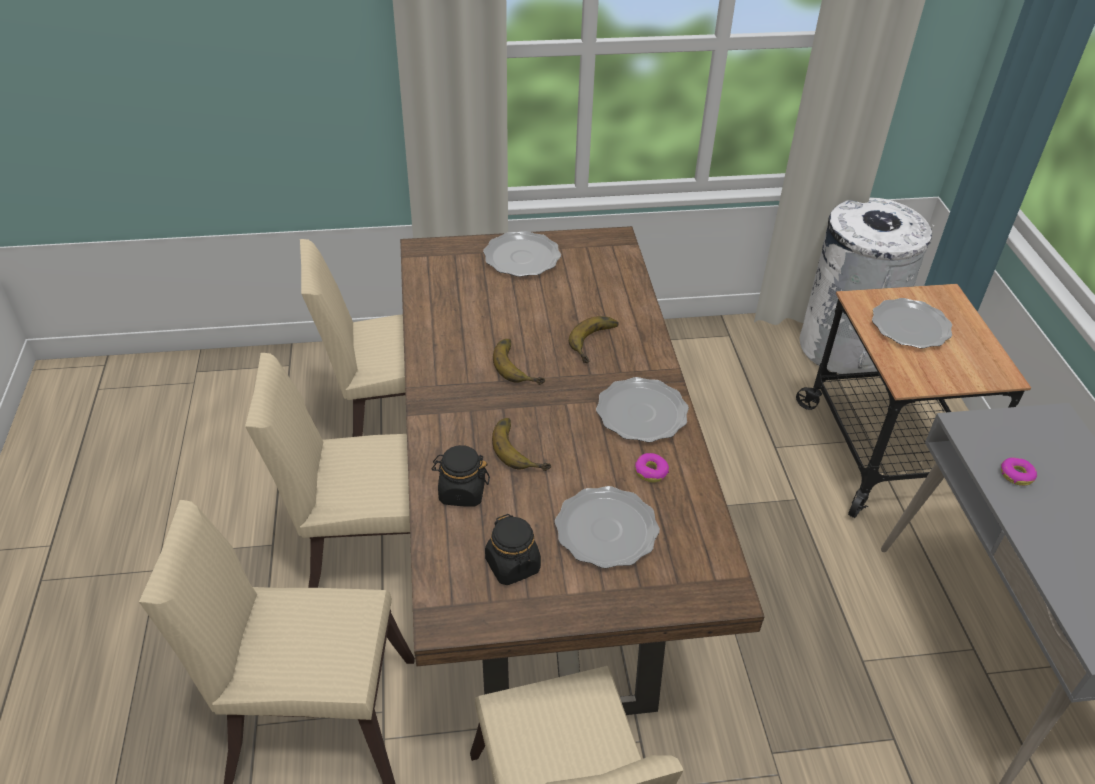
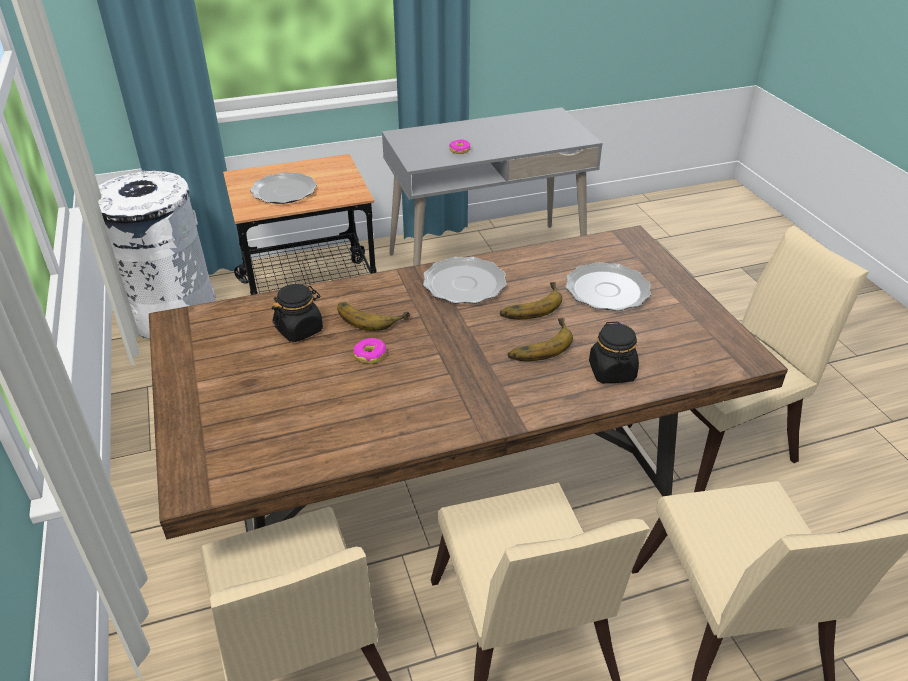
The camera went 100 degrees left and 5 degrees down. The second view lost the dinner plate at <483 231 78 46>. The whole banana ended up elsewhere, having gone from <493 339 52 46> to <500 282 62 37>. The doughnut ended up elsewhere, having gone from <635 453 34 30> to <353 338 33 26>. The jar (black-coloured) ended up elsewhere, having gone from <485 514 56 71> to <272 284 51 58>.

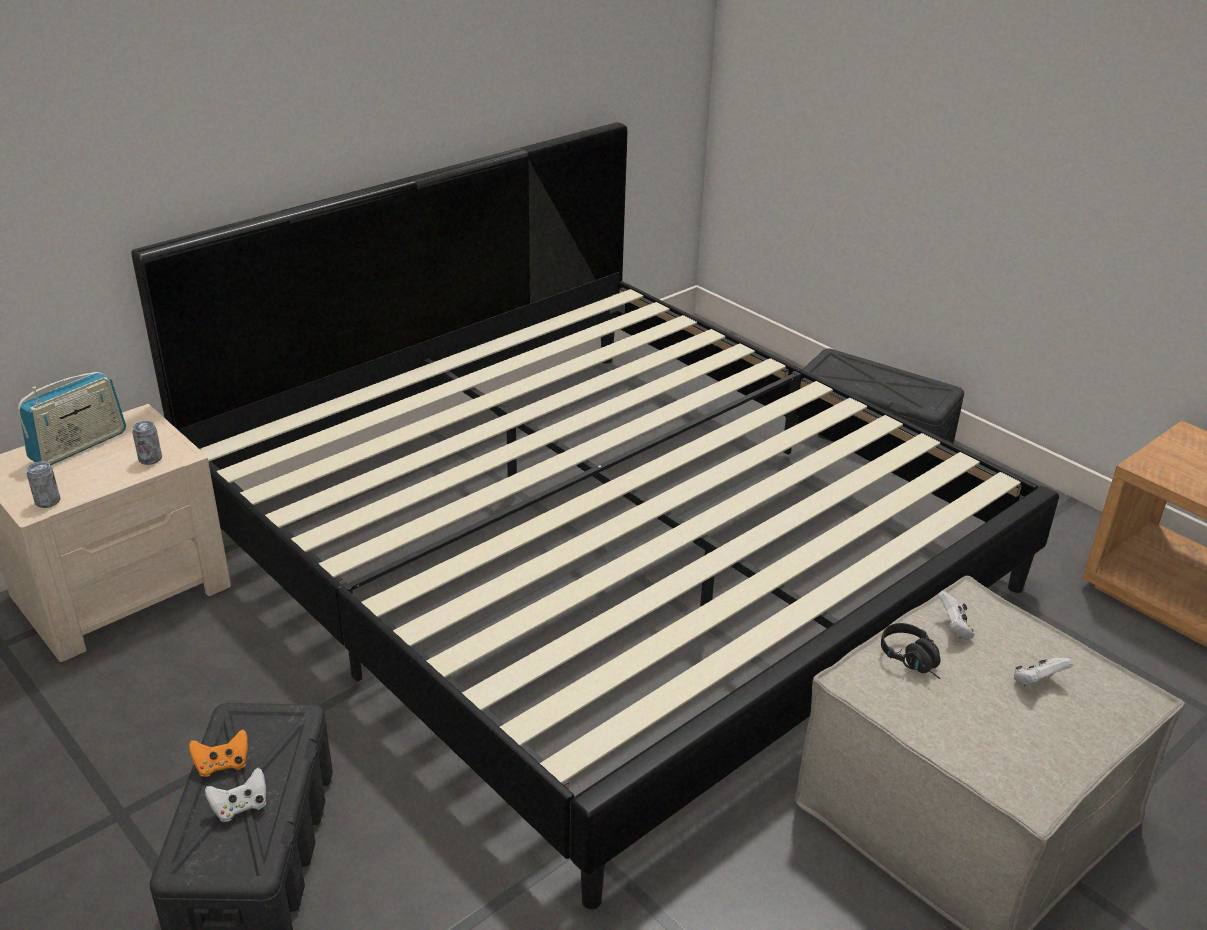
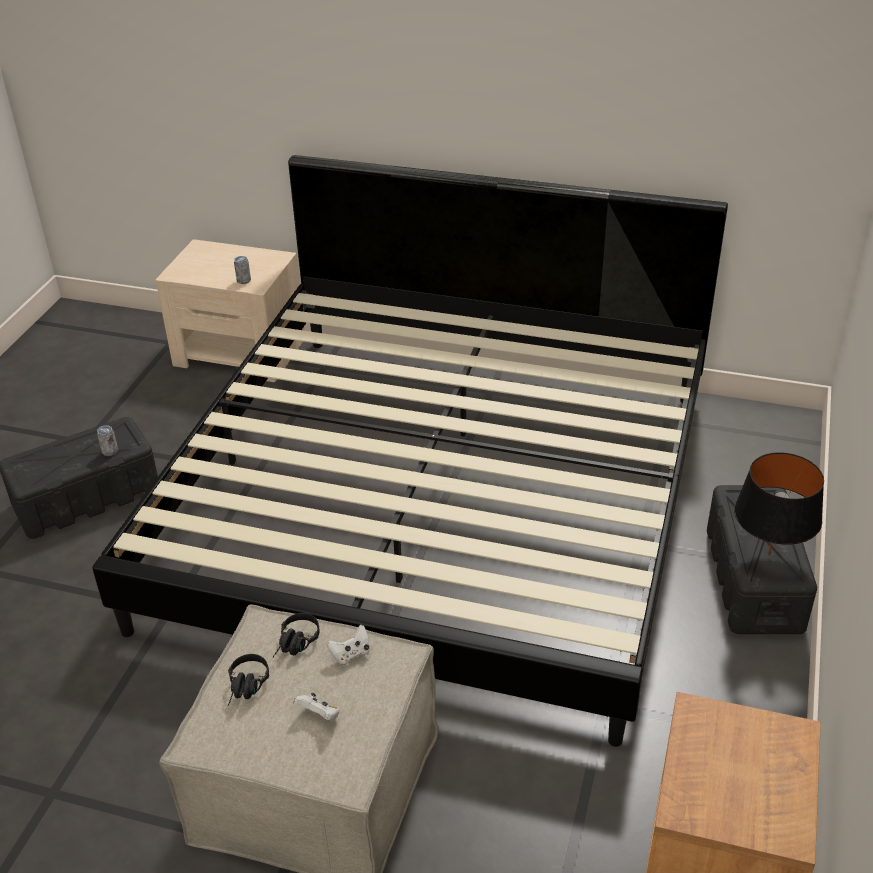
The camera went 60 degrees right and 5 degrees up. The second view lost the radio set at <18 372 108 94>. The sealed can ended up elsewhere, having gone from <27 462 33 46> to <97 425 21 31>. The second view lost the game controller (orange-coloured) at <189 729 59 48>. The second view lost the game controller (white-coloured) at <205 768 61 54>. The second view gained the lamp for a table (black-coloured) at <734 452 90 104>. The second view gained the headphones (black-coloured) at <228 654 41 52>.

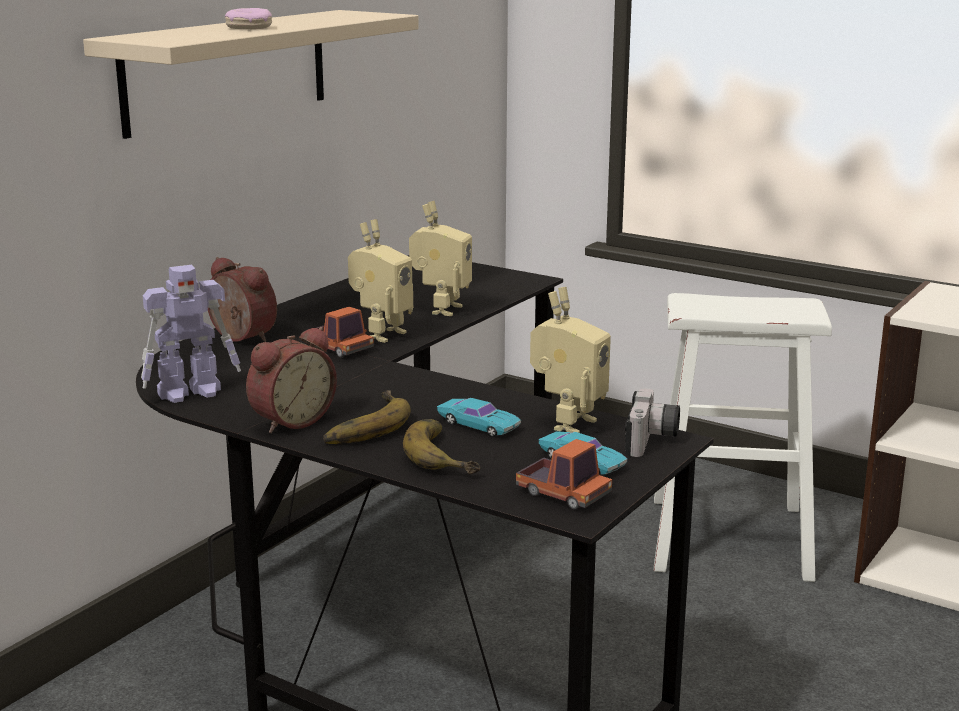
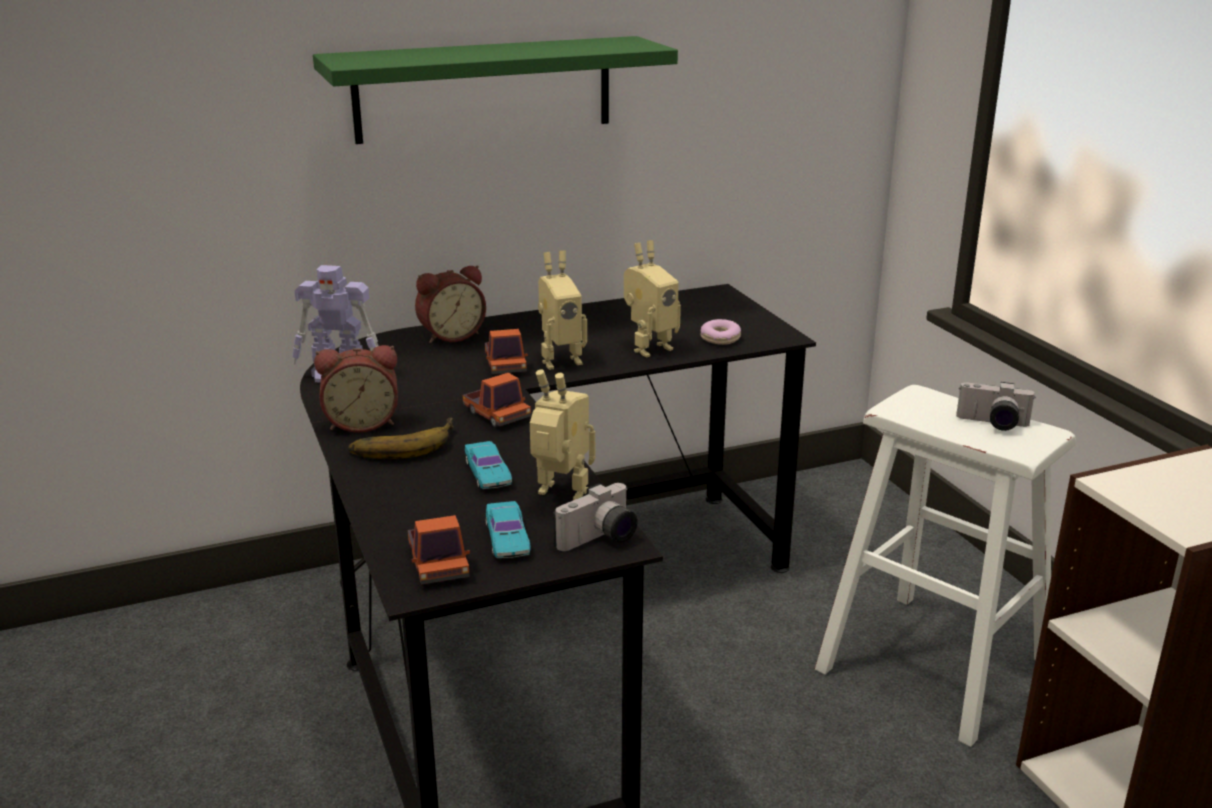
The camera went 35 degrees right and 5 degrees up. The doughnut ended up elsewhere, having gone from <225 8 47 21> to <701 319 40 26>. What was the shelf (sand-coloured) at <83 10 336 129> turned into the shelf (greenish) at <313 36 365 108>. The bedside clock at <208 257 69 85> ended up facing another way, 75 degrees clockwise from before. The model robot at <530 287 81 146> ended up facing another way, 135 degrees counterclockwise from before. The second view lost the whole banana at <403 419 77 56>. The second view gained the toy truck at <463 373 68 54>. The second view gained the photo camera at <956 382 80 49>.

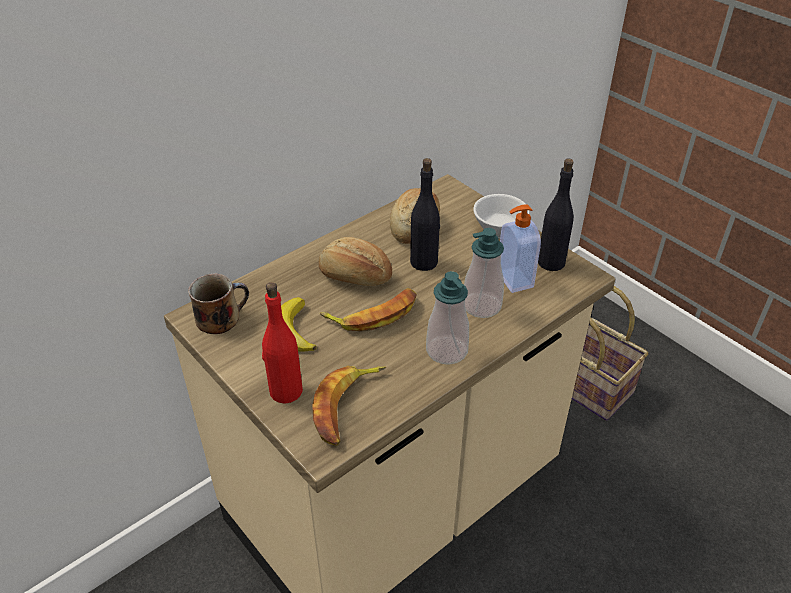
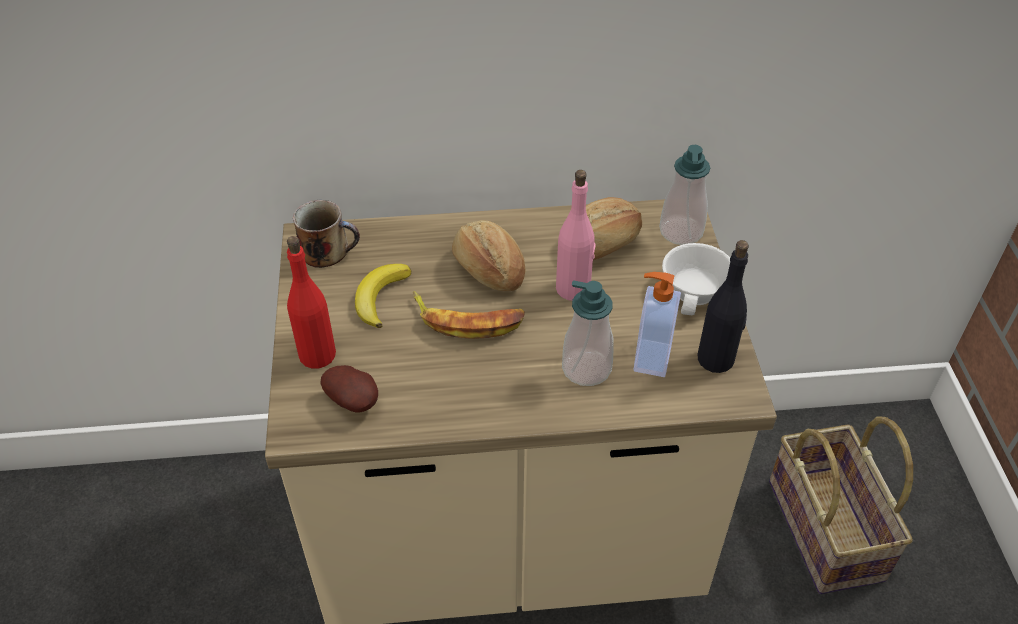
The camera went 35 degrees right and 5 degrees up. What was the beverage bottle (black-coloured) at <410 158 30 113> turned into the beverage bottle (pink) at <556 170 40 131>. The soap bottle ended up elsewhere, having gone from <426 271 43 94> to <659 145 51 100>. Where the whole banana stood at <312 366 74 80>, the spud came to stand at <320 365 58 47>.

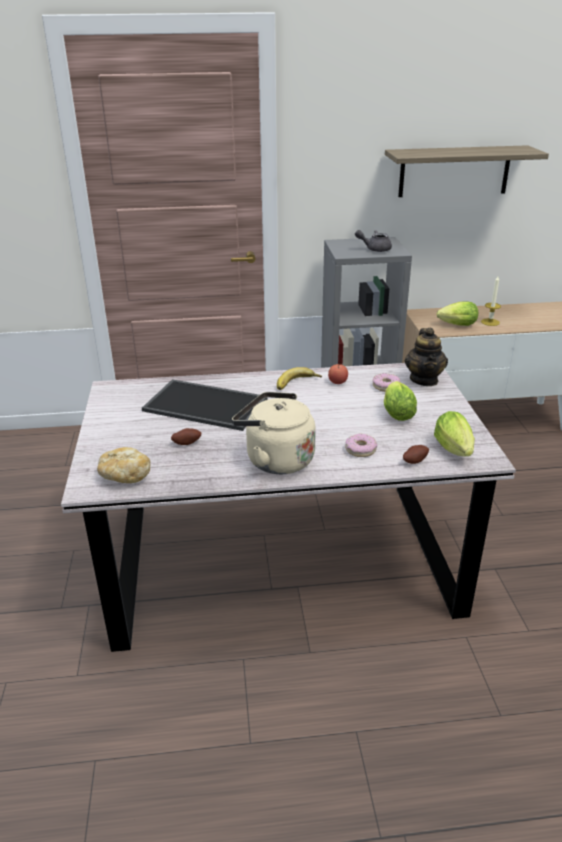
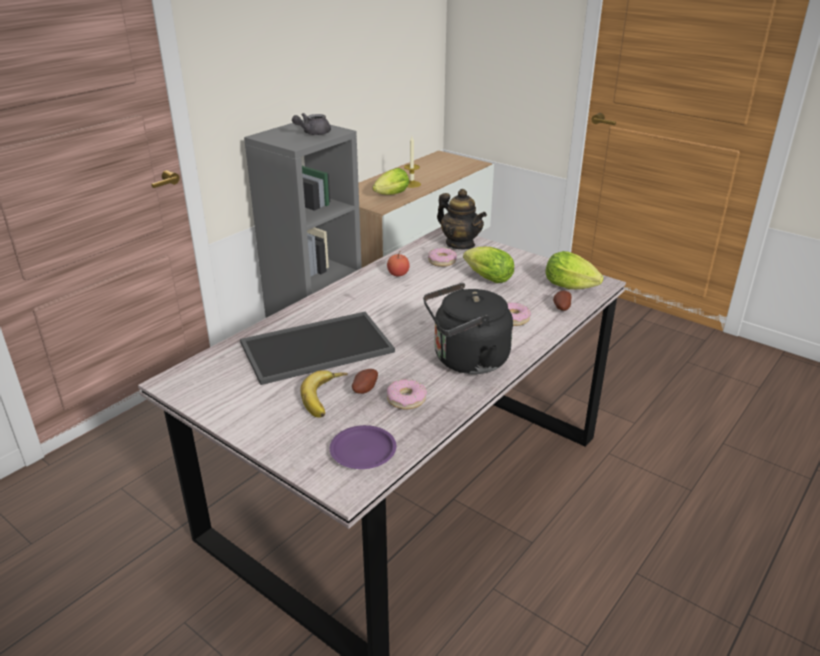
The camera went 45 degrees left and 0 degrees up. The second view lost the shelf at <385 145 164 52>. The whole banana ended up elsewhere, having gone from <277 367 45 23> to <300 370 48 47>. What was the tea kettle (sand-coloured) at <232 392 84 82> turned into the tea kettle (black-coloured) at <423 283 90 91>. Where the bread stood at <97 447 53 36>, the dinner plate (purplish) came to stand at <330 425 66 44>. The second view gained the doughnut at <387 379 40 30>.

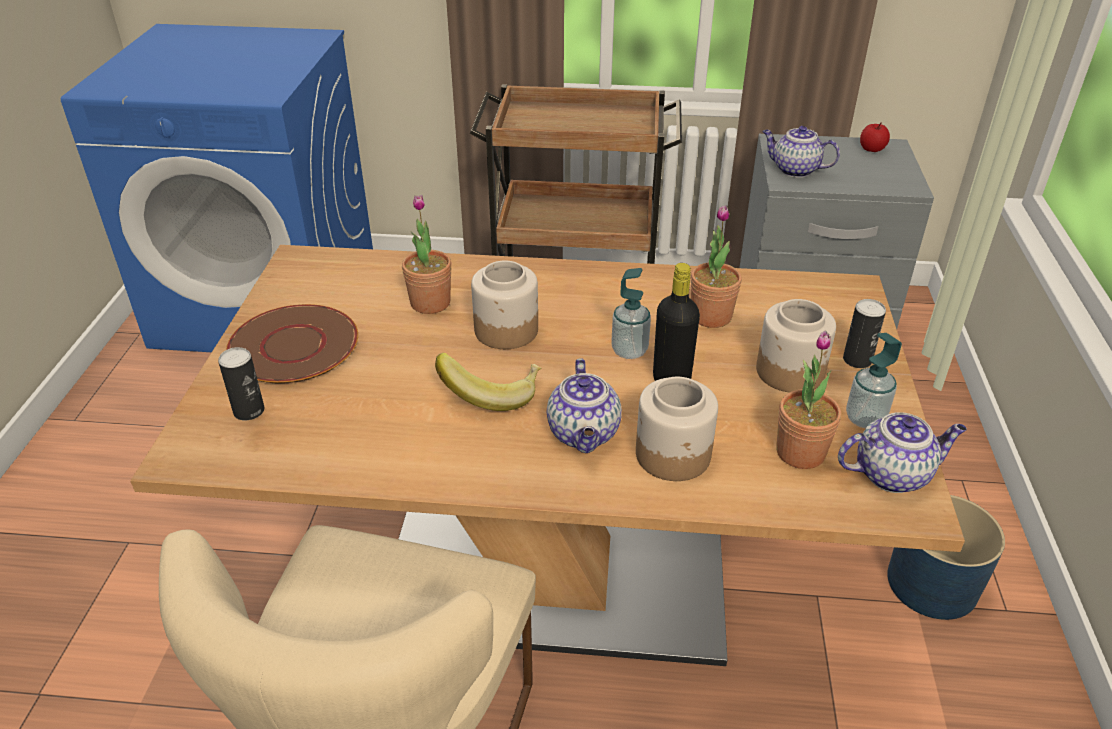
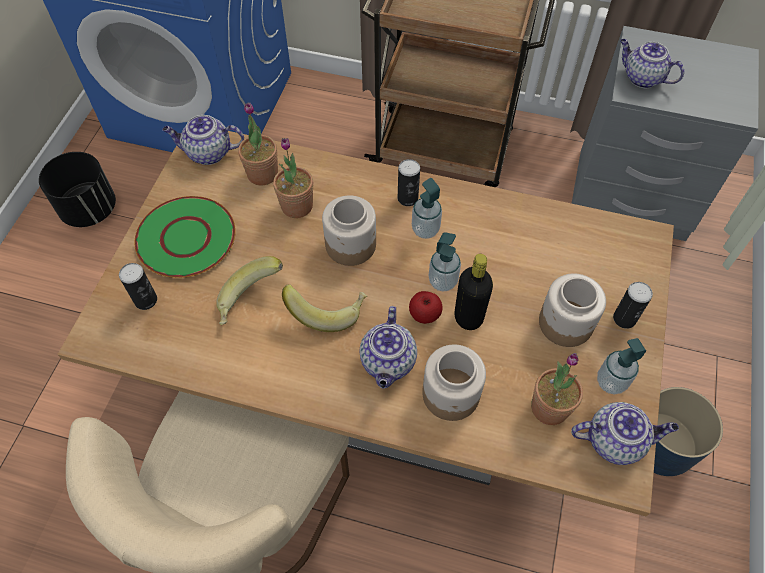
The camera went 10 degrees right and 20 degrees up. The apple fruit ended up elsewhere, having gone from <860 123 30 29> to <409 291 34 33>. The potted plant ended up elsewhere, having gone from <691 205 51 123> to <238 102 40 84>. What was the dinner plate (brown) at <226 304 132 79> turned into the dinner plate (greenish) at <134 196 102 82>. The second view gained the tea pot at <162 115 82 50>. The second view gained the plant pot (black-coloured) at <39 152 77 75>. The second view gained the sealed can at <398 159 22 47>. The second view gained the soap bottle at <412 178 30 61>. The second view gained the whole banana at <216 256 67 69>.

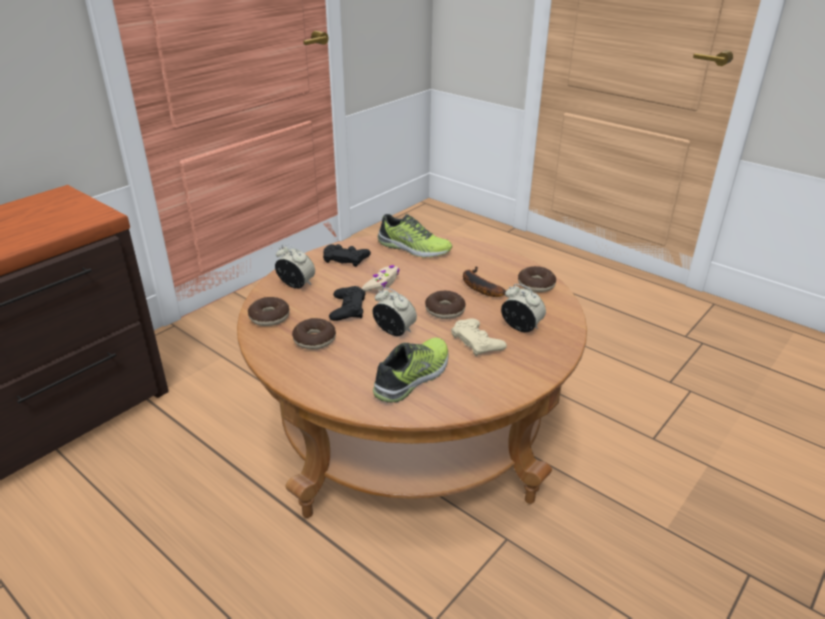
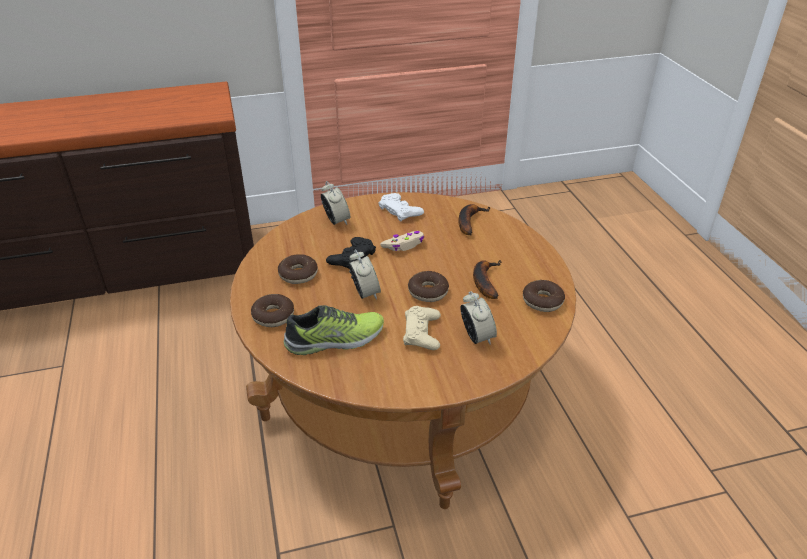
The camera went 35 degrees right and 5 degrees up. Where the item of footwear stood at <378 214 74 44>, the whole banana came to stand at <458 204 33 31>. What was the game controller (black-coloured) at <323 244 48 23> turned into the game controller (white-coloured) at <378 193 46 29>. The doughnut ended up elsewhere, having gone from <248 297 42 29> to <251 294 43 33>.

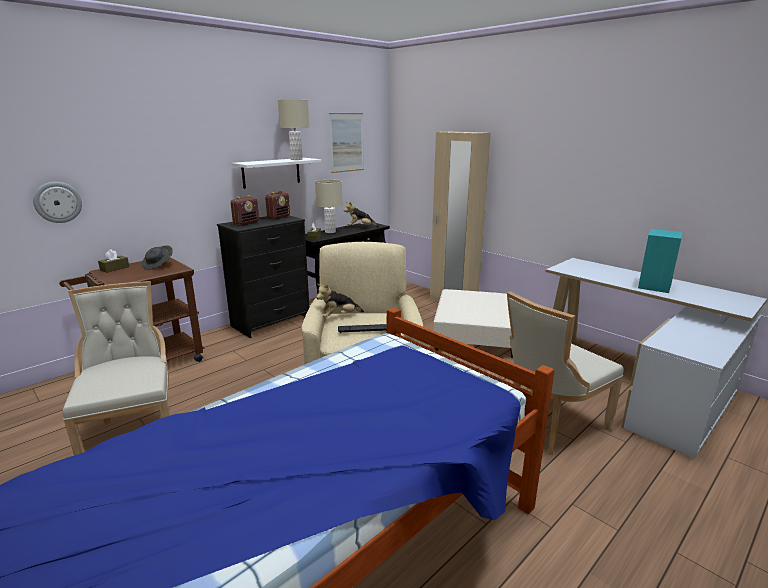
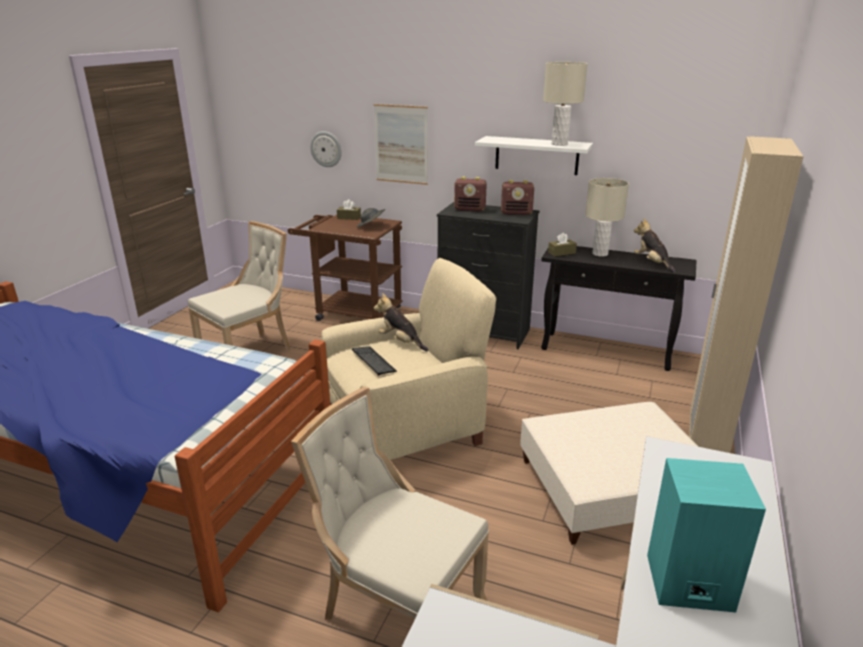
The camera went 65 degrees right and 5 degrees up. The wall picture ended up elsewhere, having gone from <329 113 35 60> to <374 104 54 81>.

